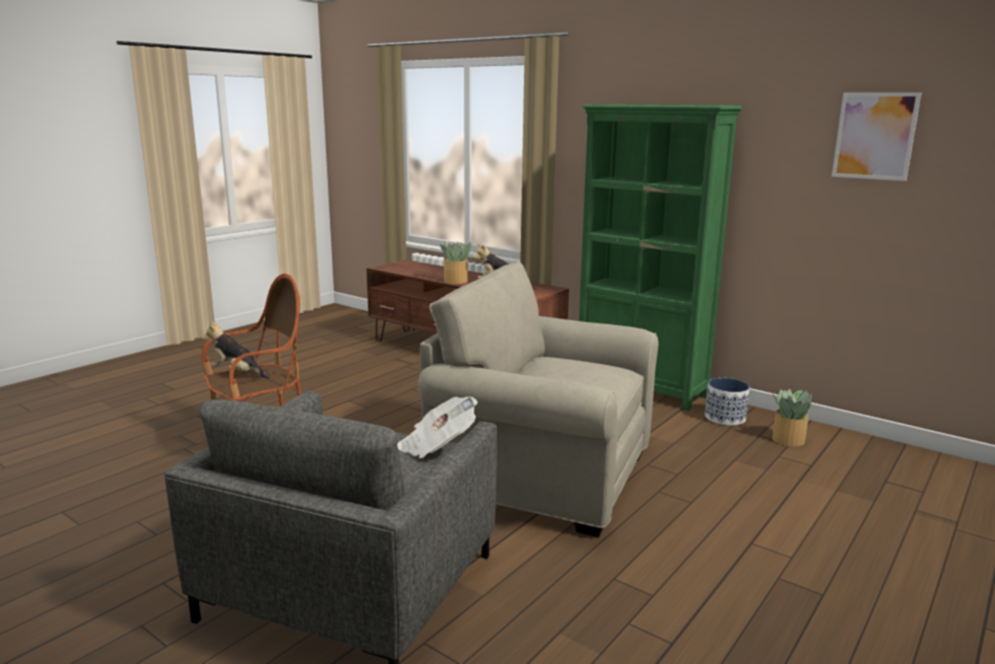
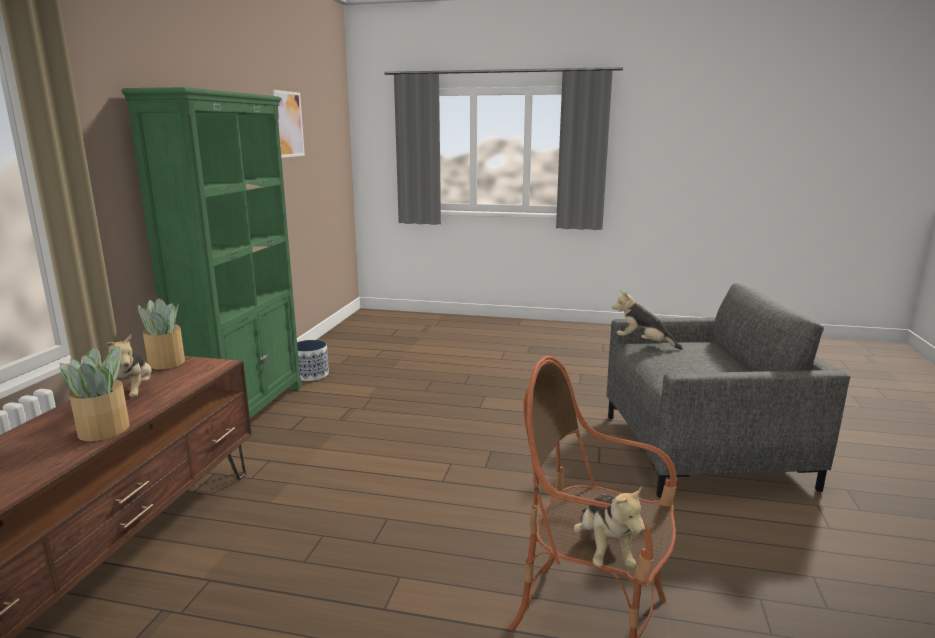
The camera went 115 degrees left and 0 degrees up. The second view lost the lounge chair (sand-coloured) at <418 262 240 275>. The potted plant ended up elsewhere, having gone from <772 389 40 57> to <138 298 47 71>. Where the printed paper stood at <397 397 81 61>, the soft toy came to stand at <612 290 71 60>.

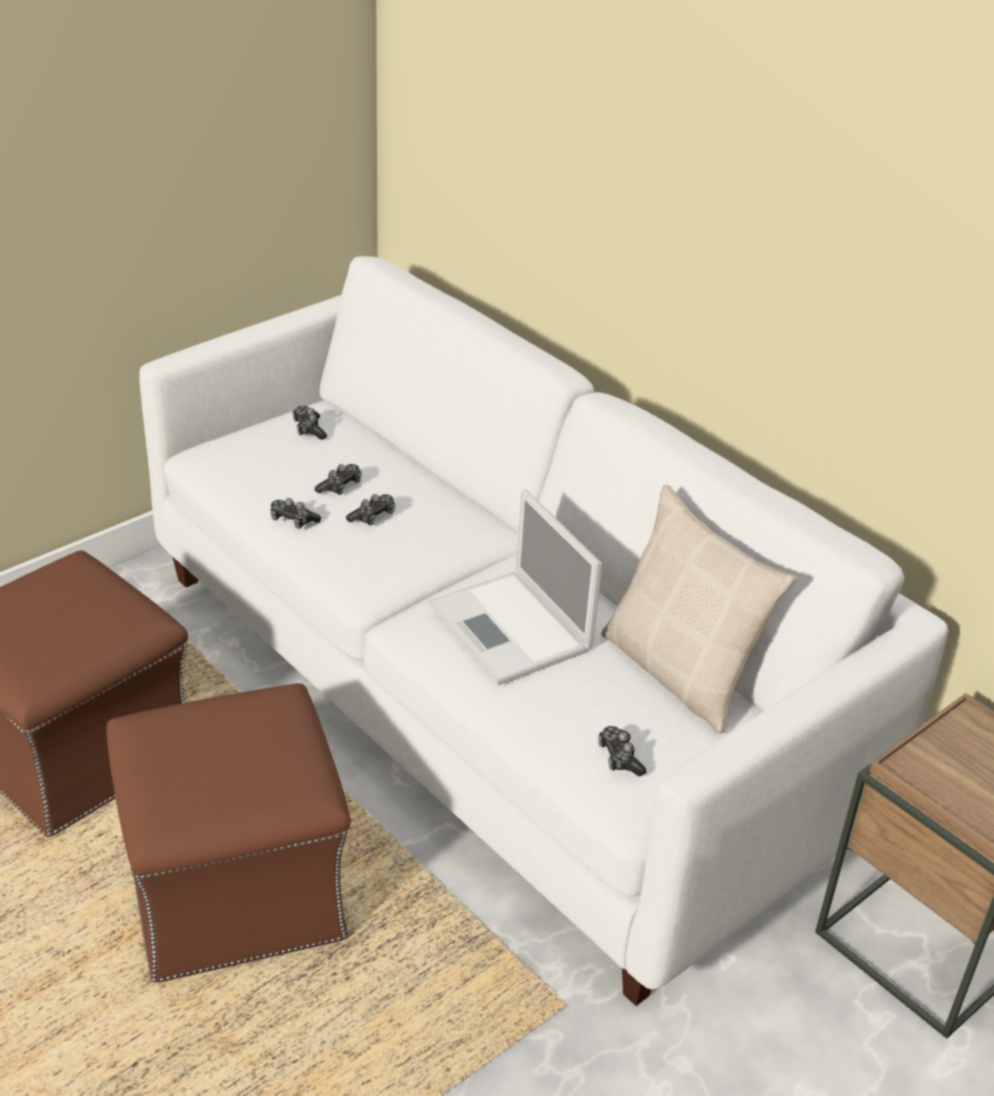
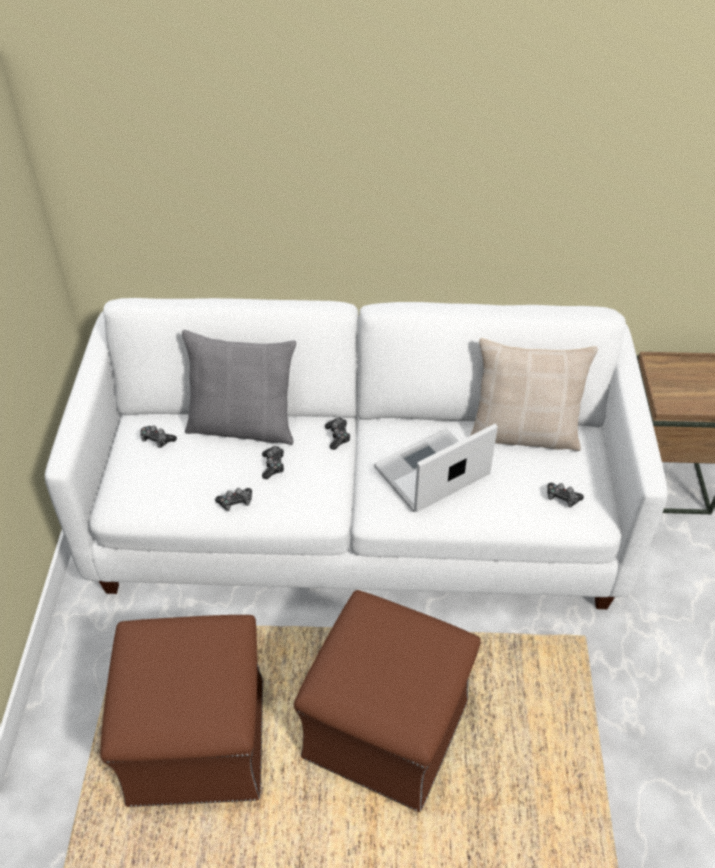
The camera went 45 degrees left and 10 degrees up. The game controller ended up elsewhere, having gone from <315 464 47 31> to <325 418 25 32>. The notebook computer at <428 489 174 196> ended up facing another way, 135 degrees clockwise from before. The second view gained the throw pillow (gray) at <182 330 114 115>.

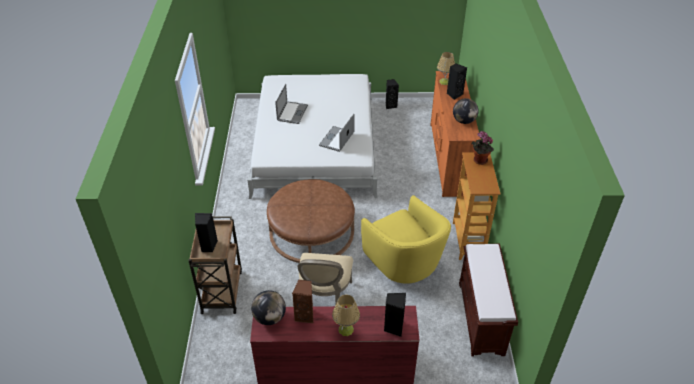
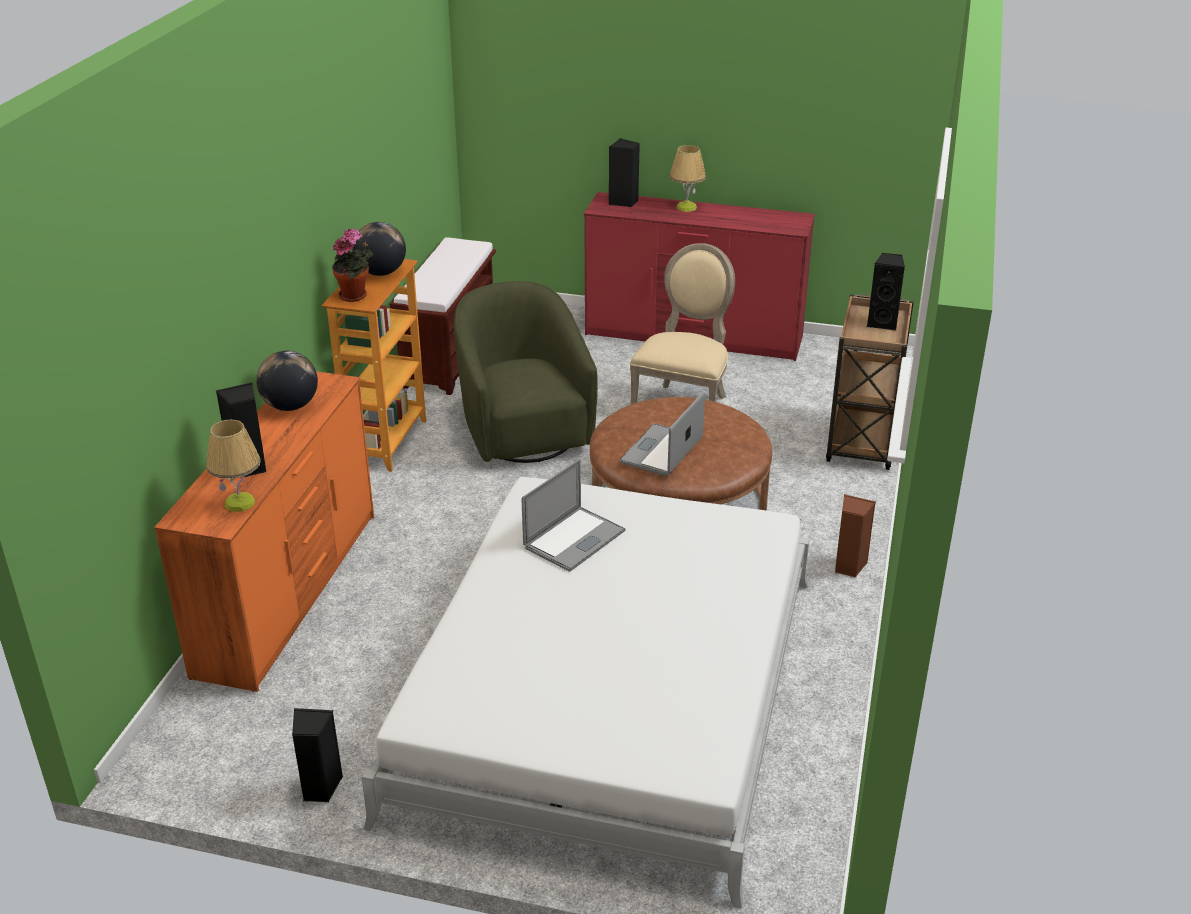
The camera went 165 degrees left and 10 degrees down. The notebook computer ended up elsewhere, having gone from <275 84 33 40> to <619 392 86 84>. What was the lounge chair (yellow-coloured) at <361 195 90 89> turned into the lounge chair (greenish) at <454 281 144 182>. The audio speaker (brown) ended up elsewhere, having gone from <292 280 21 43> to <835 494 41 84>. The globe ended up elsewhere, having gone from <251 290 35 35> to <352 222 54 54>.

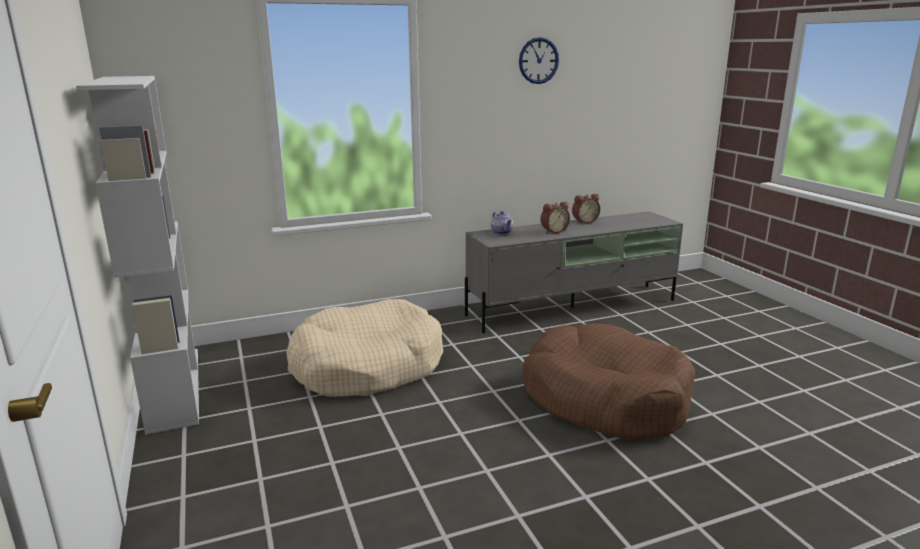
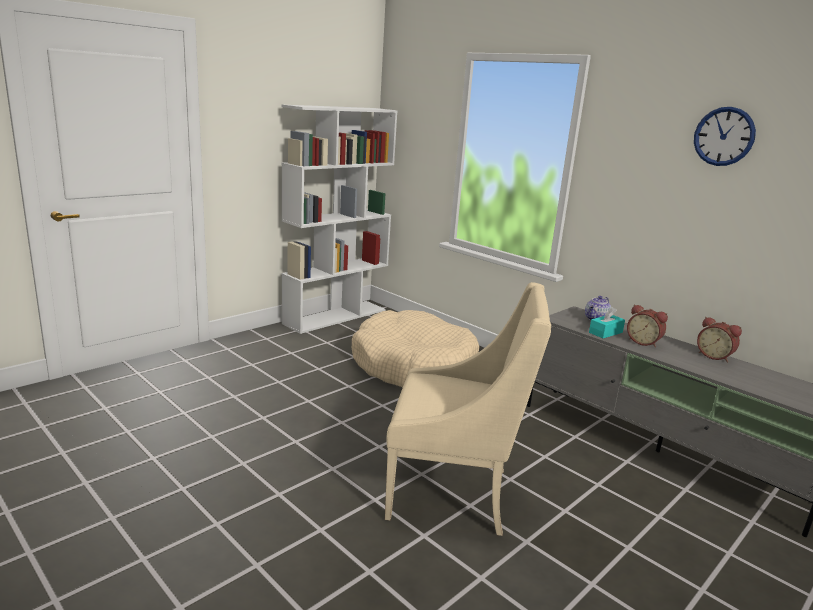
The camera went 65 degrees right and 0 degrees up. Where the dog bed (brown) stood at <523 323 173 118>, the lounge chair (sand-coloured) came to stand at <385 282 166 254>. The second view gained the box of tissues (turquoise) at <589 307 36 31>.

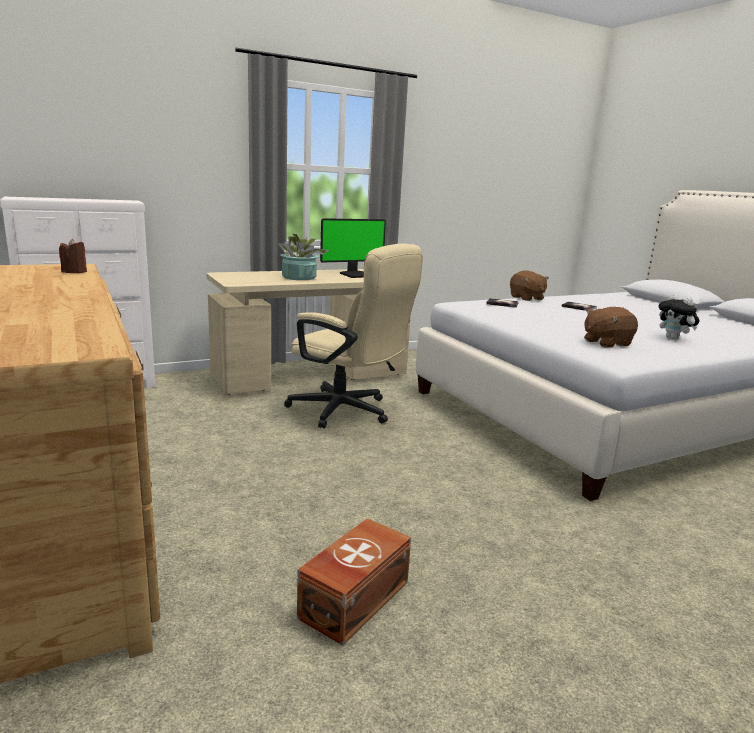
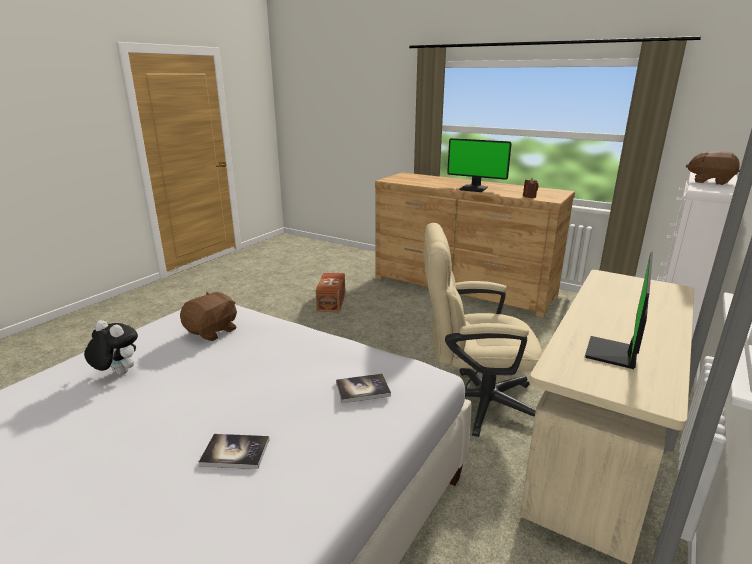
The camera went 150 degrees right and 5 degrees up. The second view lost the potted plant at <278 233 51 47>. The soft toy (brown) ended up elsewhere, having gone from <510 270 39 31> to <686 151 54 34>. The second view gained the computer display at <447 138 65 54>.

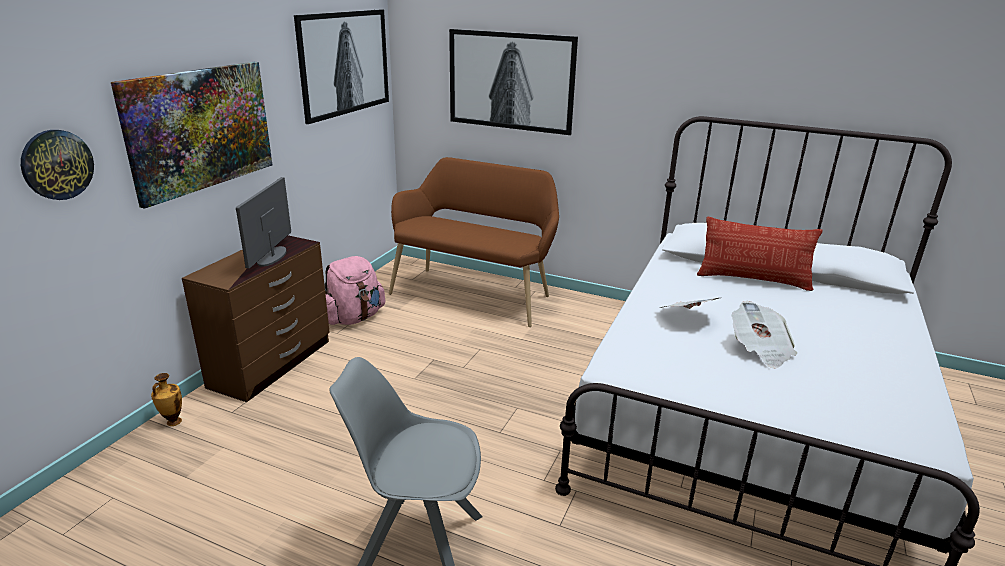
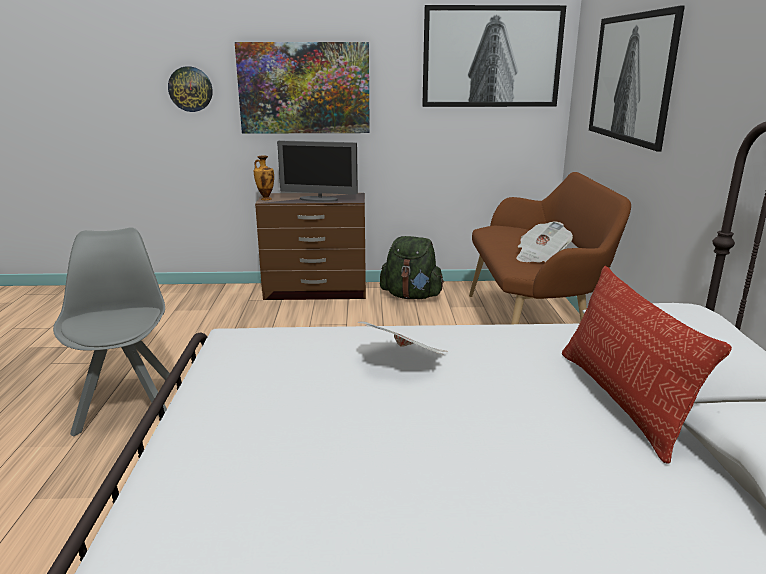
The camera went 65 degrees right and 5 degrees down. The computer display at <236 177 55 91> ended up facing another way, 150 degrees counterclockwise from before. What was the backpack (pink) at <324 256 61 69> turned into the backpack (greenish) at <380 236 64 63>. The printed paper ended up elsewhere, having gone from <731 301 66 68> to <517 222 56 41>. The flower vase ended up elsewhere, having gone from <151 373 31 53> to <254 155 20 45>.

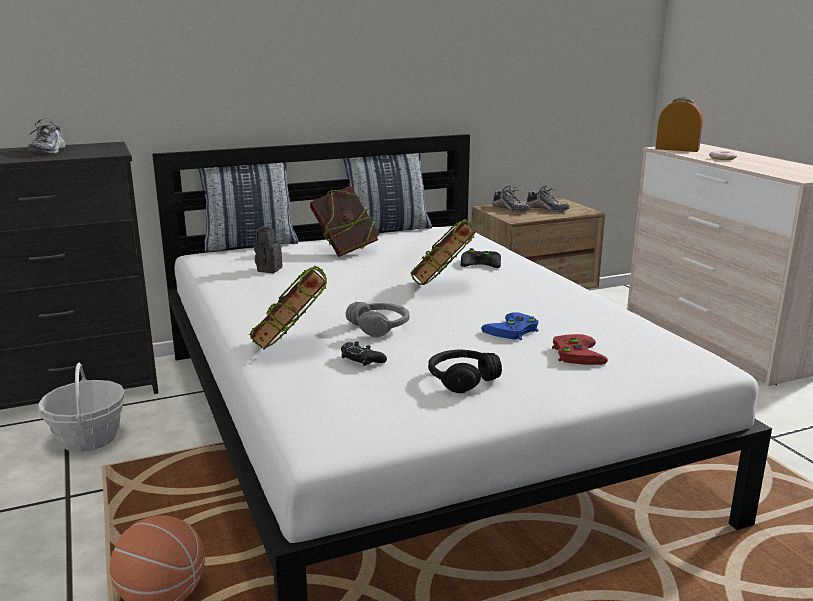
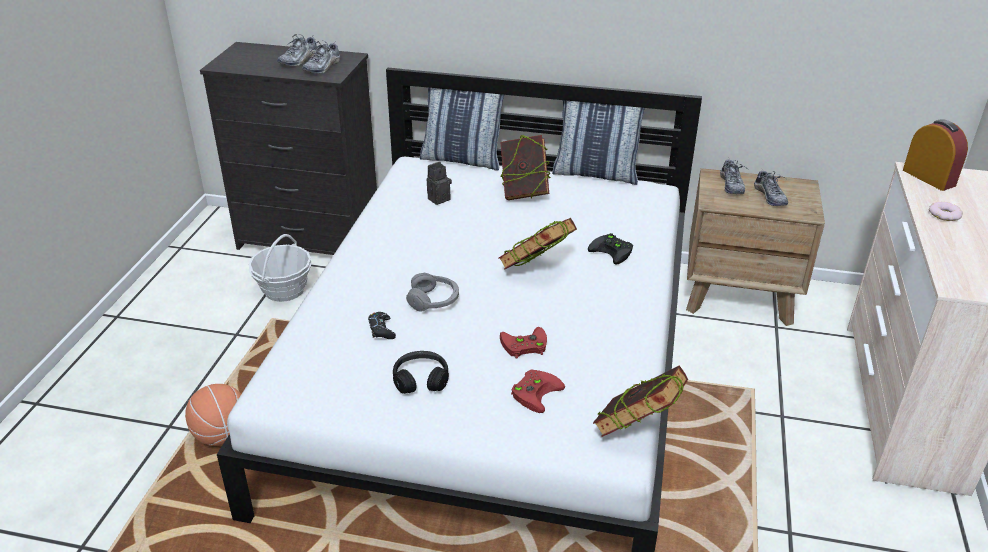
The camera went 35 degrees right and 15 degrees up. The volume ended up elsewhere, having gone from <249 266 78 84> to <593 365 95 72>. What was the game controller (blue-coloured) at <481 312 58 28> turned into the game controller (reddish) at <500 327 47 32>. The second view gained the item of footwear at <302 41 38 32>.

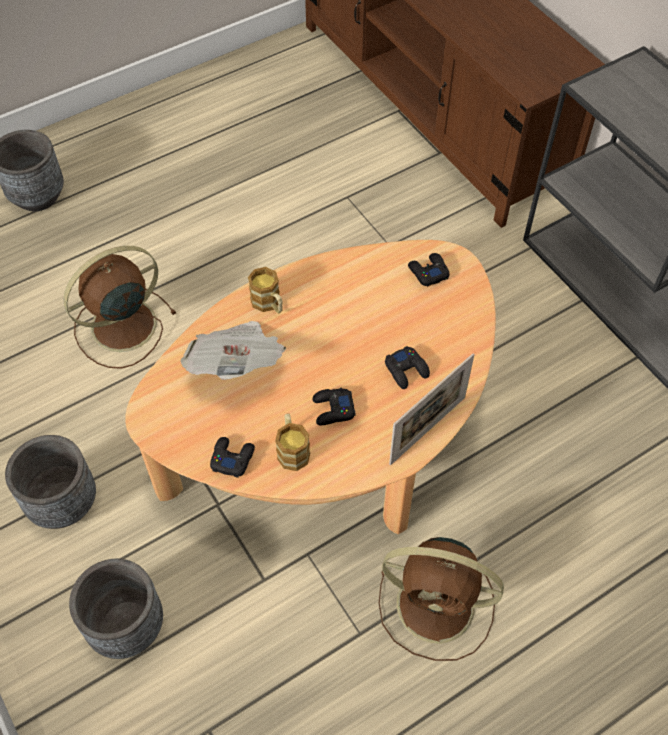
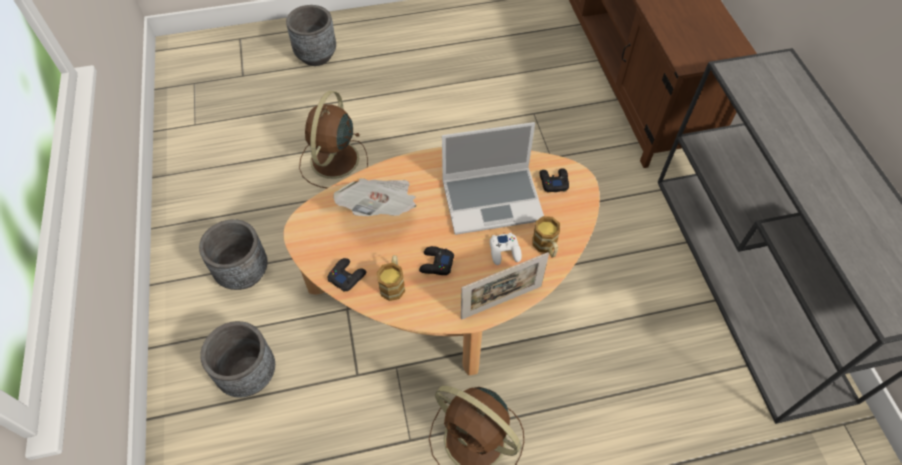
The camera went 20 degrees right and 0 degrees up. The cooling fan (brown) at <64 246 113 122> ended up facing another way, 60 degrees counterclockwise from before. The coffee mug ended up elsewhere, having gone from <248 267 34 46> to <532 216 28 42>. What was the game controller (black-coloured) at <385 346 45 43> turned into the game controller (white-coloured) at <490 233 32 32>. The second view gained the notebook computer at <442 122 102 113>.

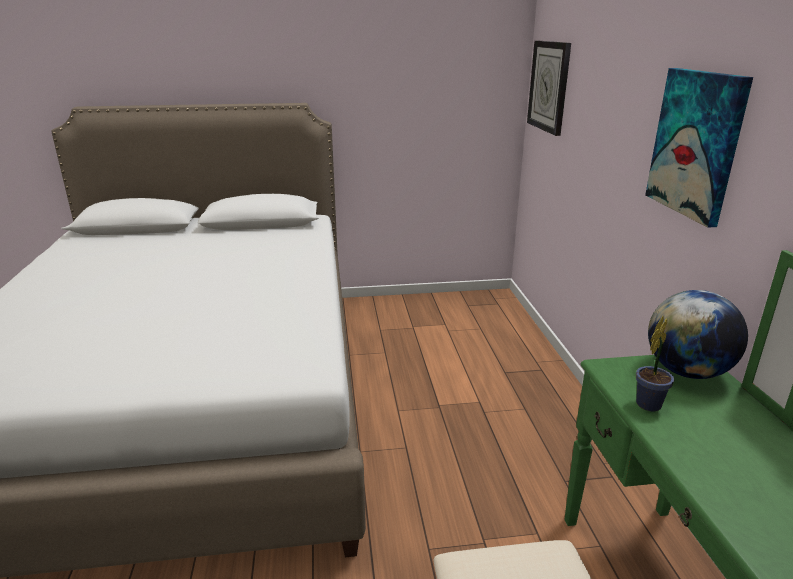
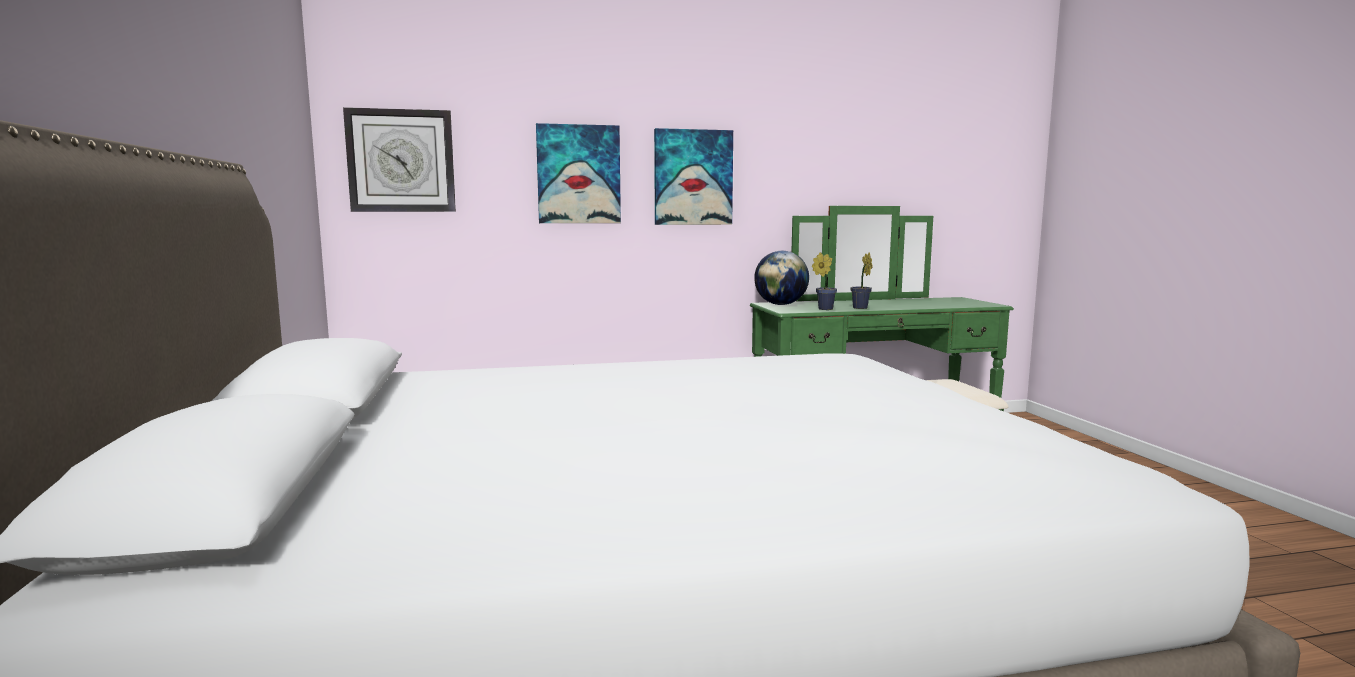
The camera went 95 degrees left and 15 degrees down. The second view gained the wall picture at <536 123 85 100>. The second view gained the potted plant at <850 252 23 57>.

